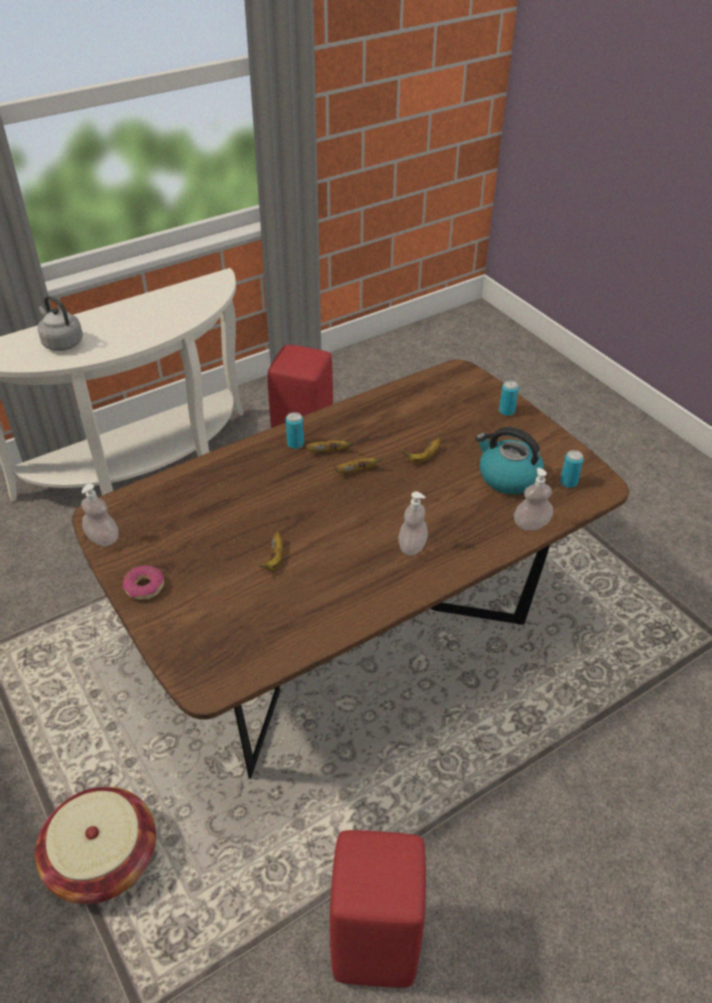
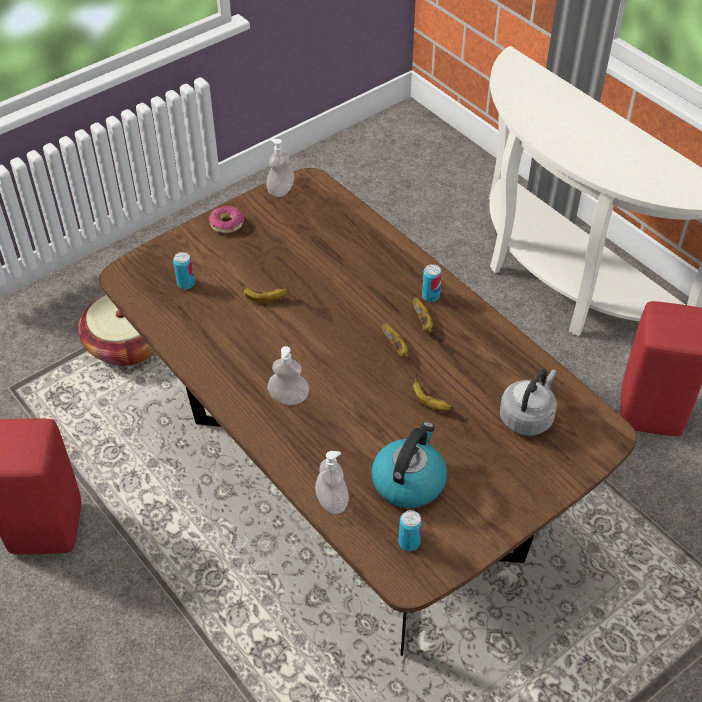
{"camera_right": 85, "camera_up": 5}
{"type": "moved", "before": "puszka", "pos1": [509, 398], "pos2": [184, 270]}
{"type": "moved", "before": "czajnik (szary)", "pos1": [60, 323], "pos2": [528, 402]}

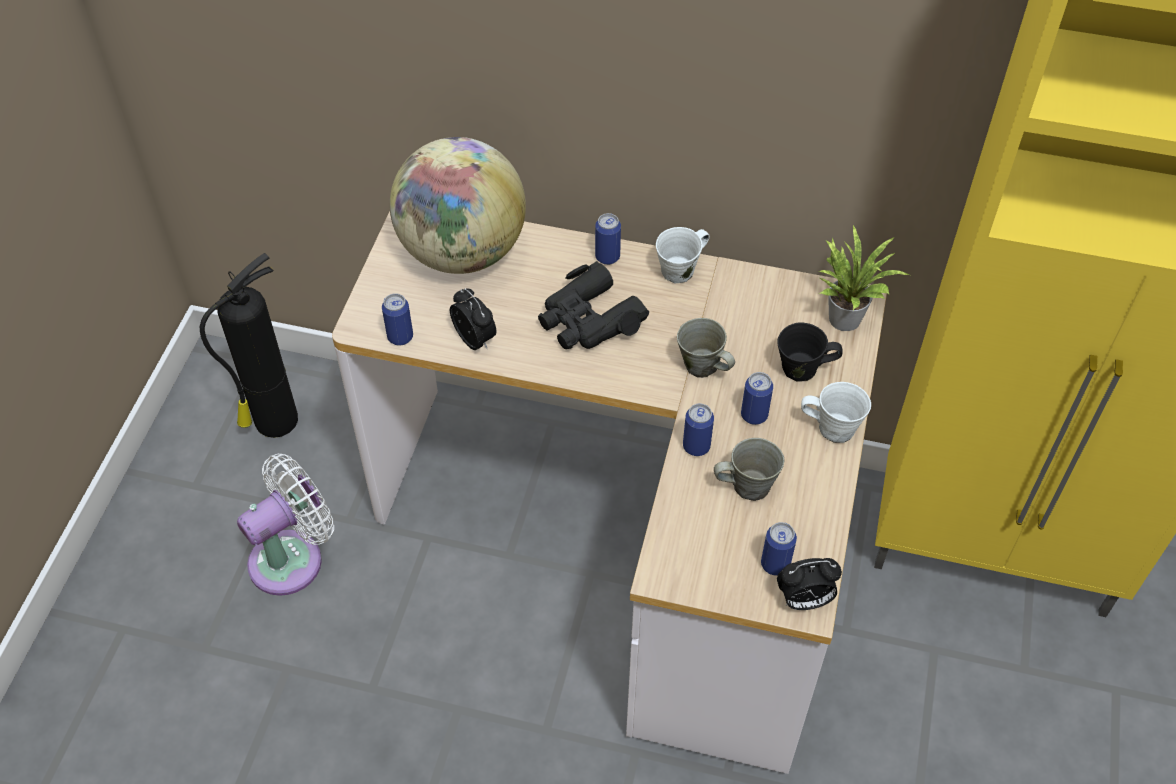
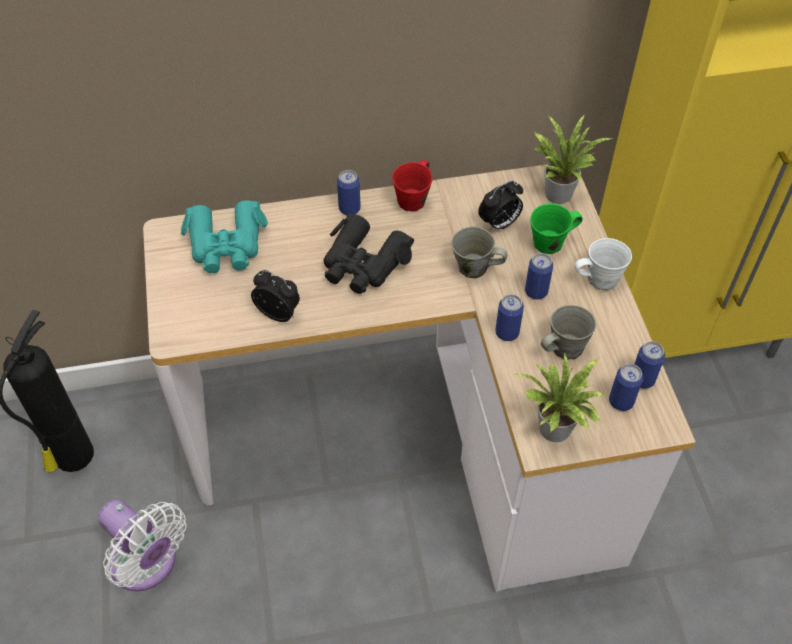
{"camera_right": -25, "camera_up": 0}
{"type": "turned", "before": "wentylator (biały)", "pos1": [285, 525], "pos2": [142, 545], "turn": 105}
{"type": "replaced", "before": "globus", "after": "lornetka (turkusowy)", "pos1": [458, 205], "pos2": [224, 236]}
{"type": "recoloured", "before": "kubek (biały)", "after": "kubek (czerwony)", "pos1": [683, 255], "pos2": [412, 186]}
{"type": "moved", "before": "budzik", "pos1": [809, 584], "pos2": [500, 206]}
{"type": "added", "after": "roślina doniczkowa", "pos2": [559, 397]}
{"type": "recoloured", "before": "kubek (czarny)", "after": "kubek (zielony)", "pos1": [810, 352], "pos2": [556, 229]}
{"type": "moved", "before": "puszka", "pos1": [397, 319], "pos2": [650, 365]}

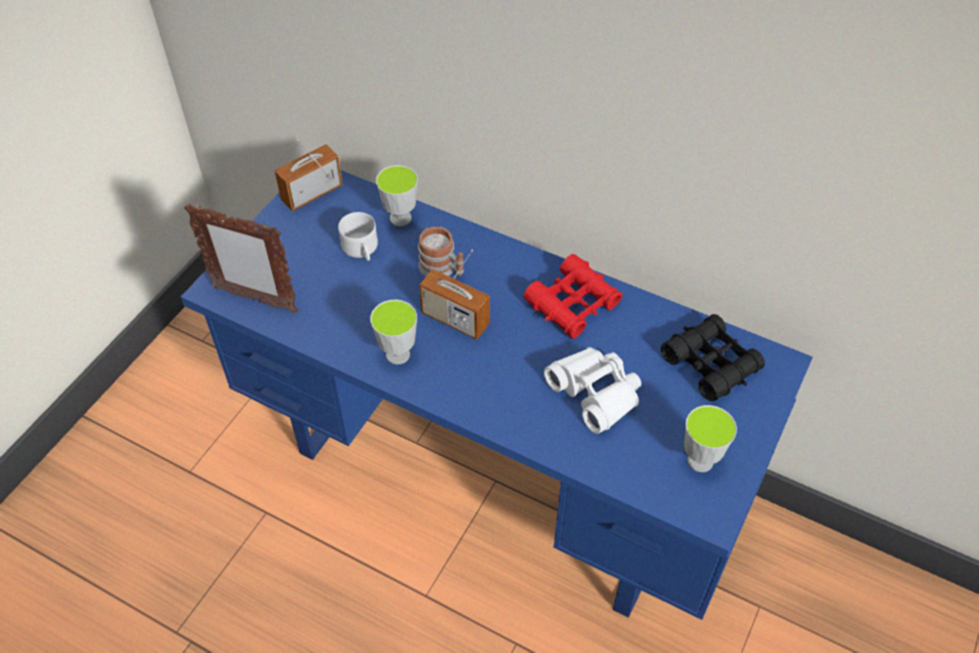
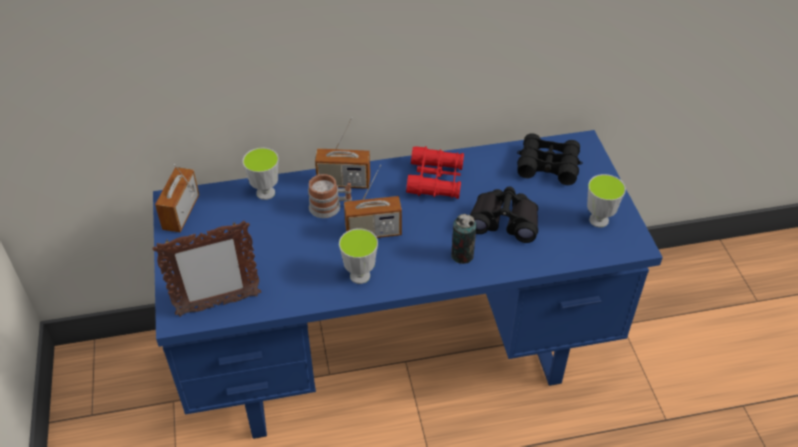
{"camera_right": -40, "camera_up": -5}
{"type": "added", "after": "radio", "pos2": [342, 153]}
{"type": "added", "after": "puszka", "pos2": [464, 239]}
{"type": "recoloured", "before": "lornetka (biały)", "after": "lornetka (czarny)", "pos1": [592, 390], "pos2": [504, 214]}
{"type": "removed", "before": "kubek (biały)", "pos1": [358, 236]}

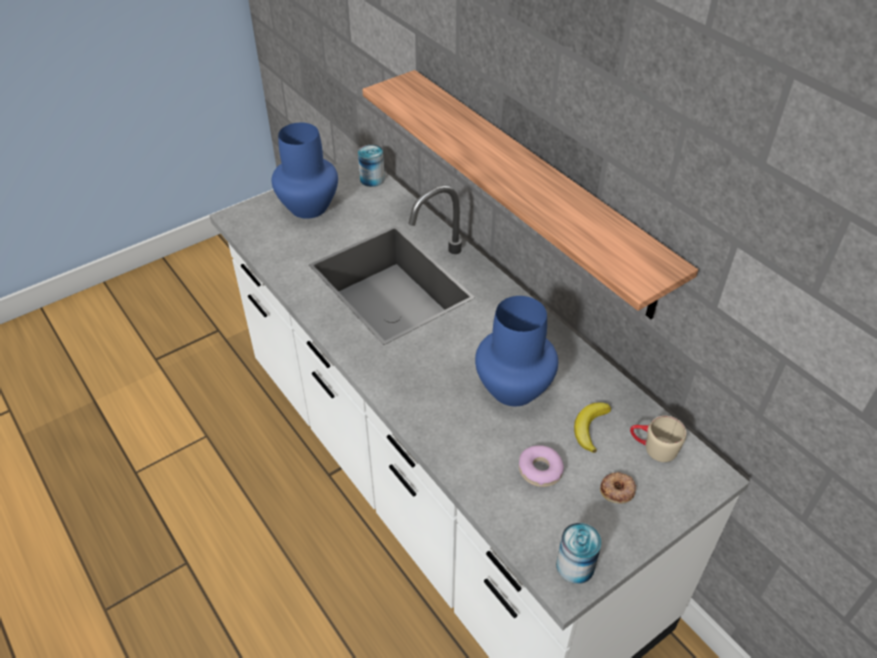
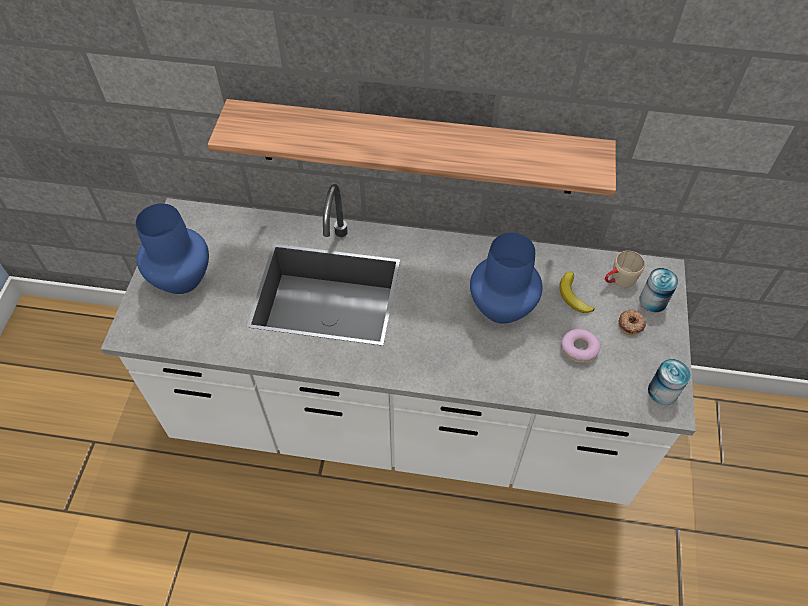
{"camera_right": -45, "camera_up": 10}
{"type": "moved", "before": "puszka", "pos1": [371, 166], "pos2": [658, 290]}

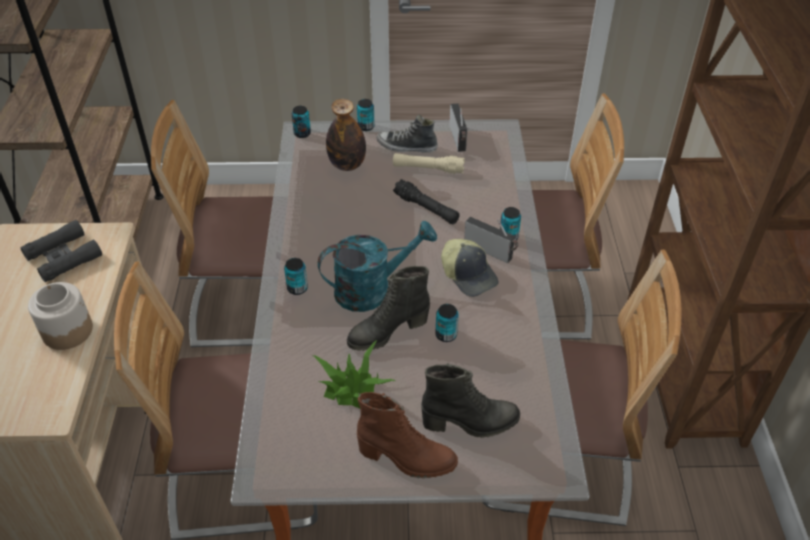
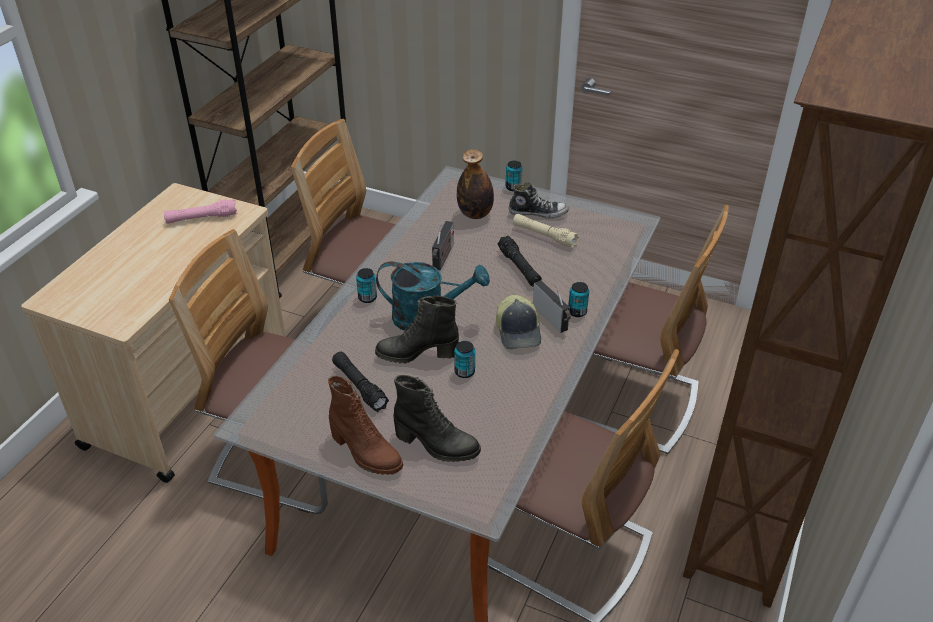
{"camera_right": 25, "camera_up": -5}
{"type": "replaced", "before": "lornetka (czarny)", "after": "latarka (różowy)", "pos1": [61, 251], "pos2": [201, 211]}
{"type": "replaced", "before": "roślina doniczkowa", "after": "latarka (czarny)", "pos1": [354, 374], "pos2": [360, 382]}
{"type": "moved", "before": "radio", "pos1": [458, 128], "pos2": [443, 245]}
{"type": "turned", "before": "but", "pos1": [407, 134], "pos2": [539, 200], "turn": 150}
{"type": "removed", "before": "słoik", "pos1": [60, 316]}
{"type": "removed", "before": "puszka", "pos1": [301, 122]}

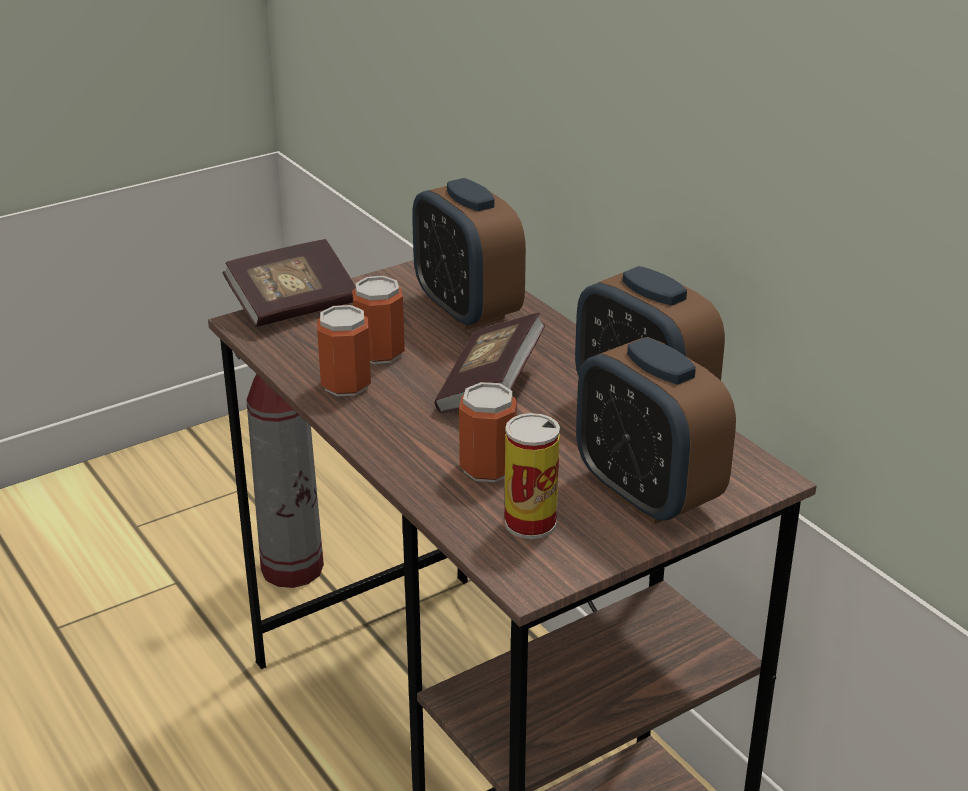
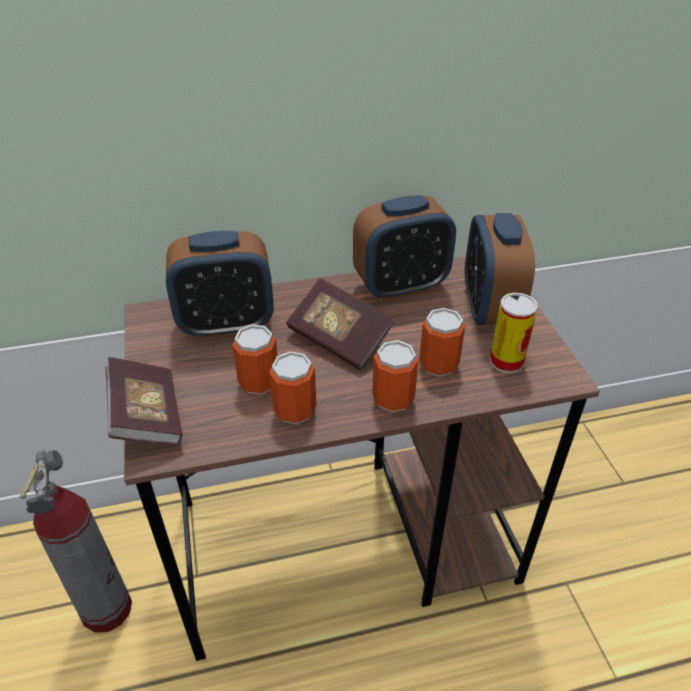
{"camera_right": -70, "camera_up": 10}
{"type": "added", "after": "puszka", "pos2": [395, 376]}
{"type": "turned", "before": "budzik", "pos1": [656, 430], "pos2": [500, 269], "turn": 105}

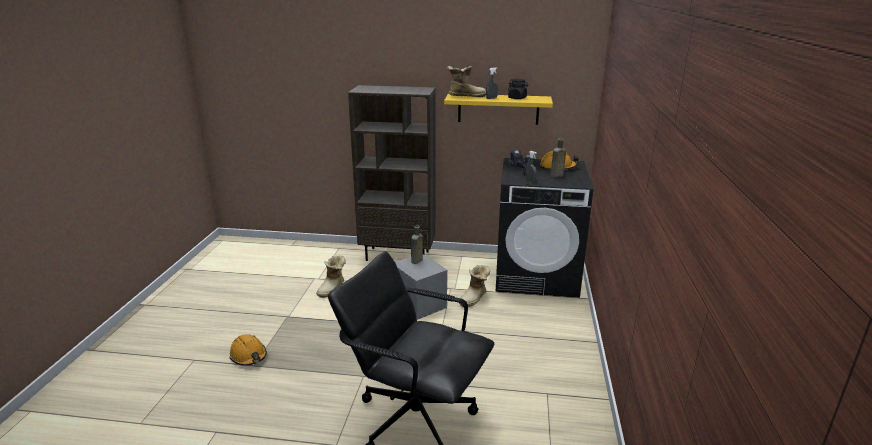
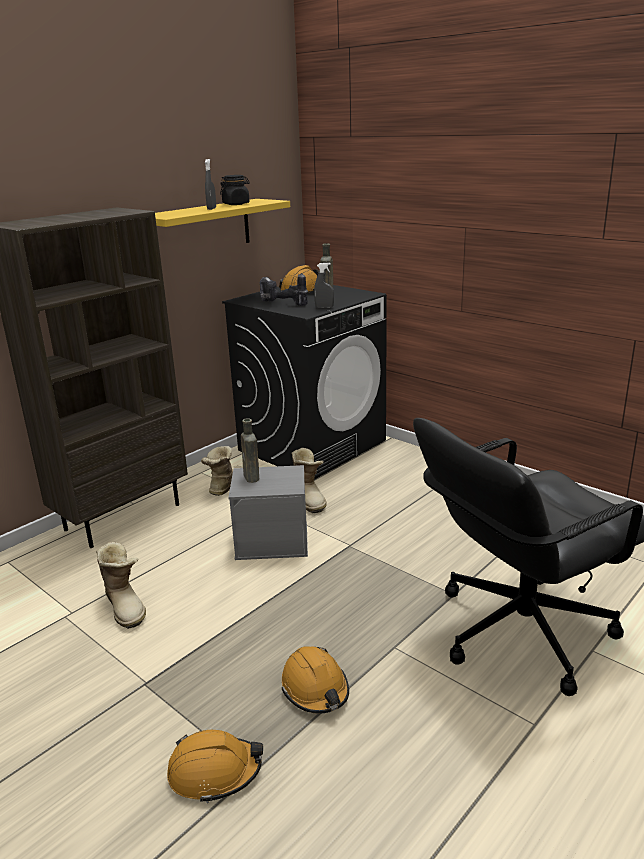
{"camera_right": -55, "camera_up": 0}
{"type": "moved", "before": "but z cholewką", "pos1": [466, 81], "pos2": [222, 471]}
{"type": "added", "after": "kask (pomarańczowy)", "pos2": [315, 680]}

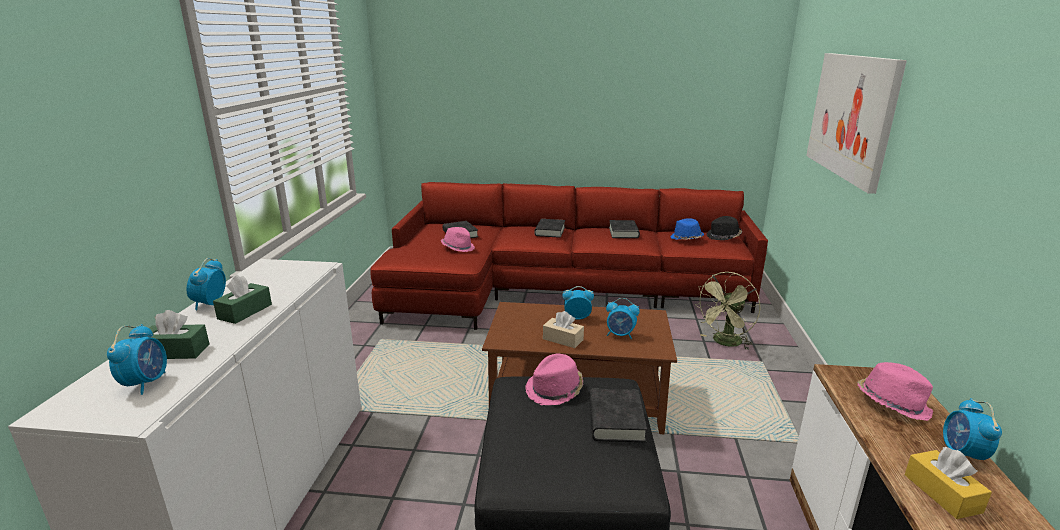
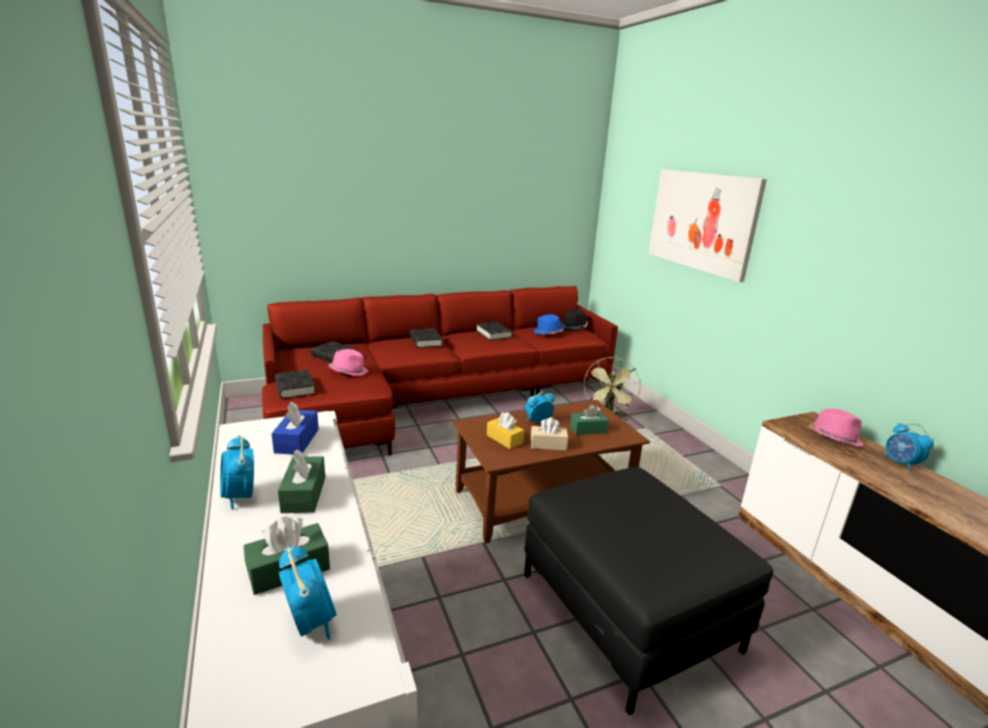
{"camera_right": -30, "camera_up": 0}
{"type": "added", "after": "pudełko chusteczek (niebieski)", "pos2": [295, 428]}
{"type": "moved", "before": "książka (czarny)", "pos1": [618, 415], "pos2": [295, 384]}
{"type": "moved", "before": "pudełko chusteczek (żółty)", "pos1": [948, 483], "pos2": [505, 430]}
{"type": "replaced", "before": "budzik", "after": "pudełko chusteczek (zielony)", "pos1": [623, 318], "pos2": [589, 420]}
{"type": "removed", "before": "kapelusz (różowy)", "pos1": [554, 379]}

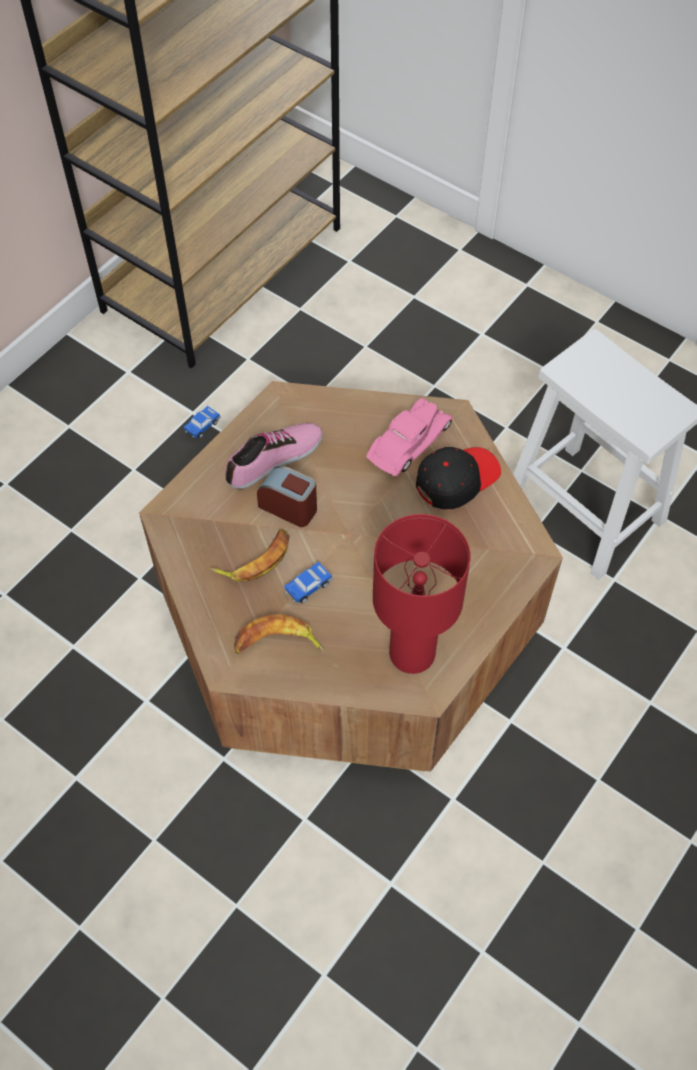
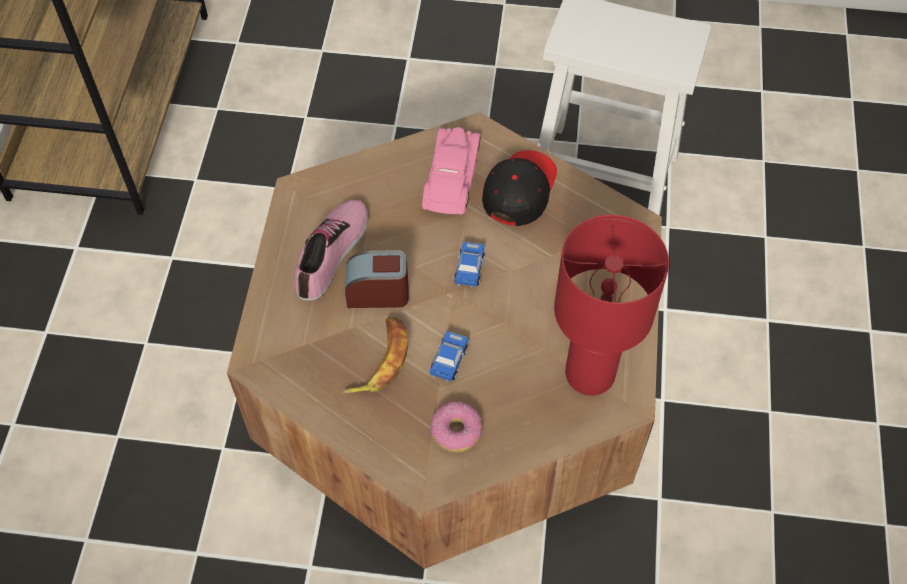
{"camera_right": -30, "camera_up": 0}
{"type": "replaced", "before": "banan", "after": "donut", "pos1": [279, 634], "pos2": [456, 427]}
{"type": "moved", "before": "samochodzik", "pos1": [202, 422], "pos2": [469, 265]}

